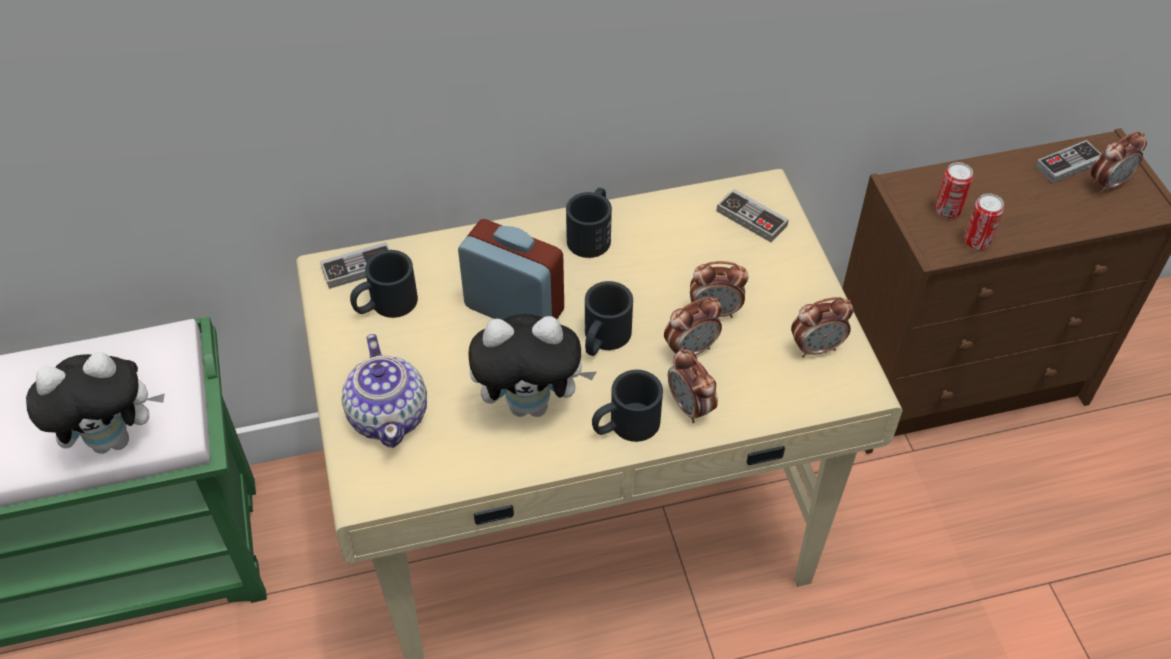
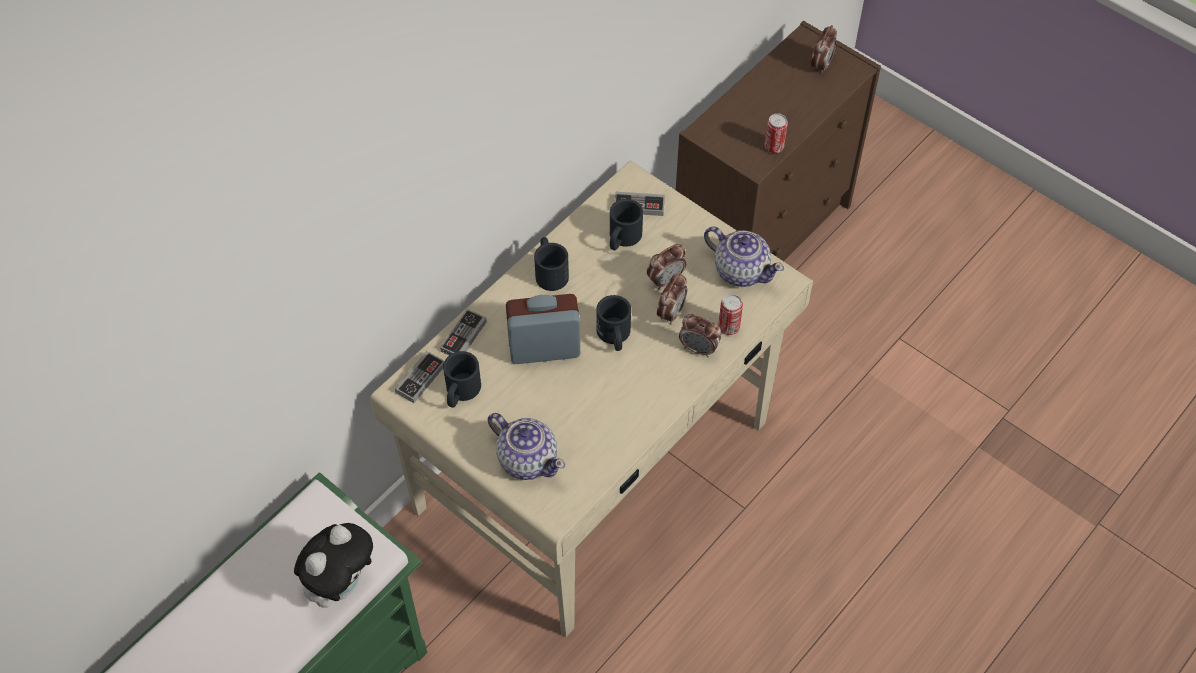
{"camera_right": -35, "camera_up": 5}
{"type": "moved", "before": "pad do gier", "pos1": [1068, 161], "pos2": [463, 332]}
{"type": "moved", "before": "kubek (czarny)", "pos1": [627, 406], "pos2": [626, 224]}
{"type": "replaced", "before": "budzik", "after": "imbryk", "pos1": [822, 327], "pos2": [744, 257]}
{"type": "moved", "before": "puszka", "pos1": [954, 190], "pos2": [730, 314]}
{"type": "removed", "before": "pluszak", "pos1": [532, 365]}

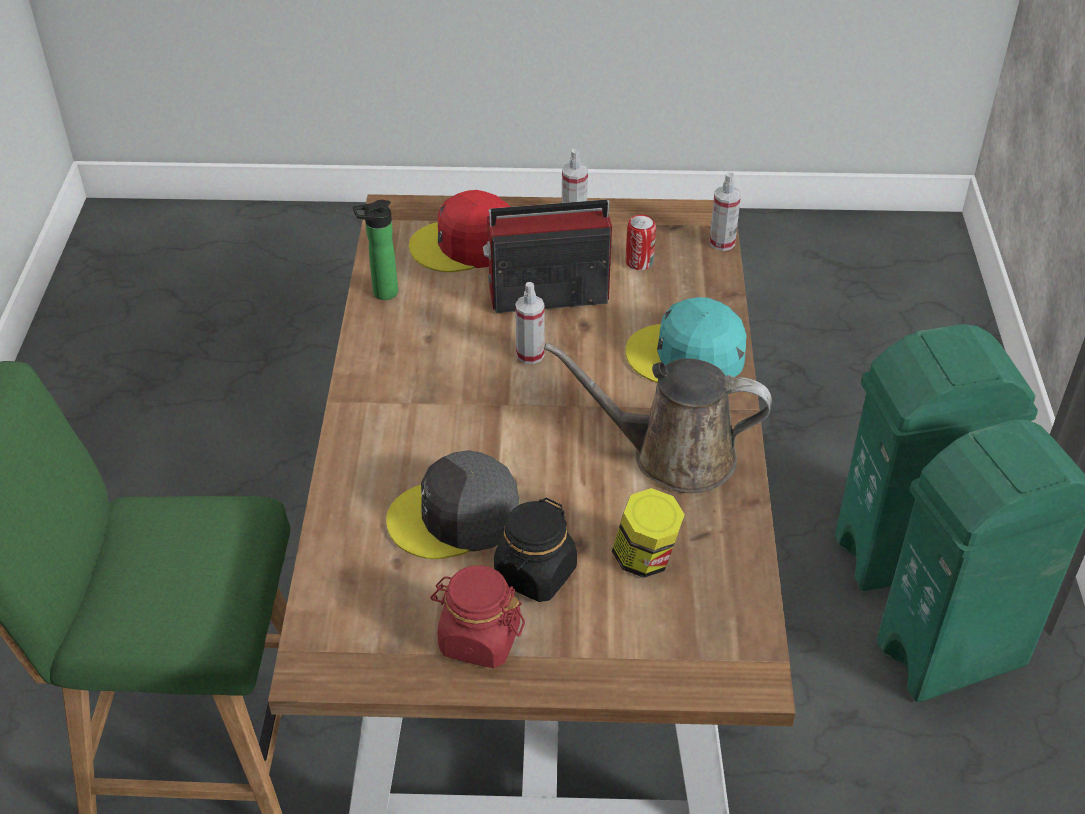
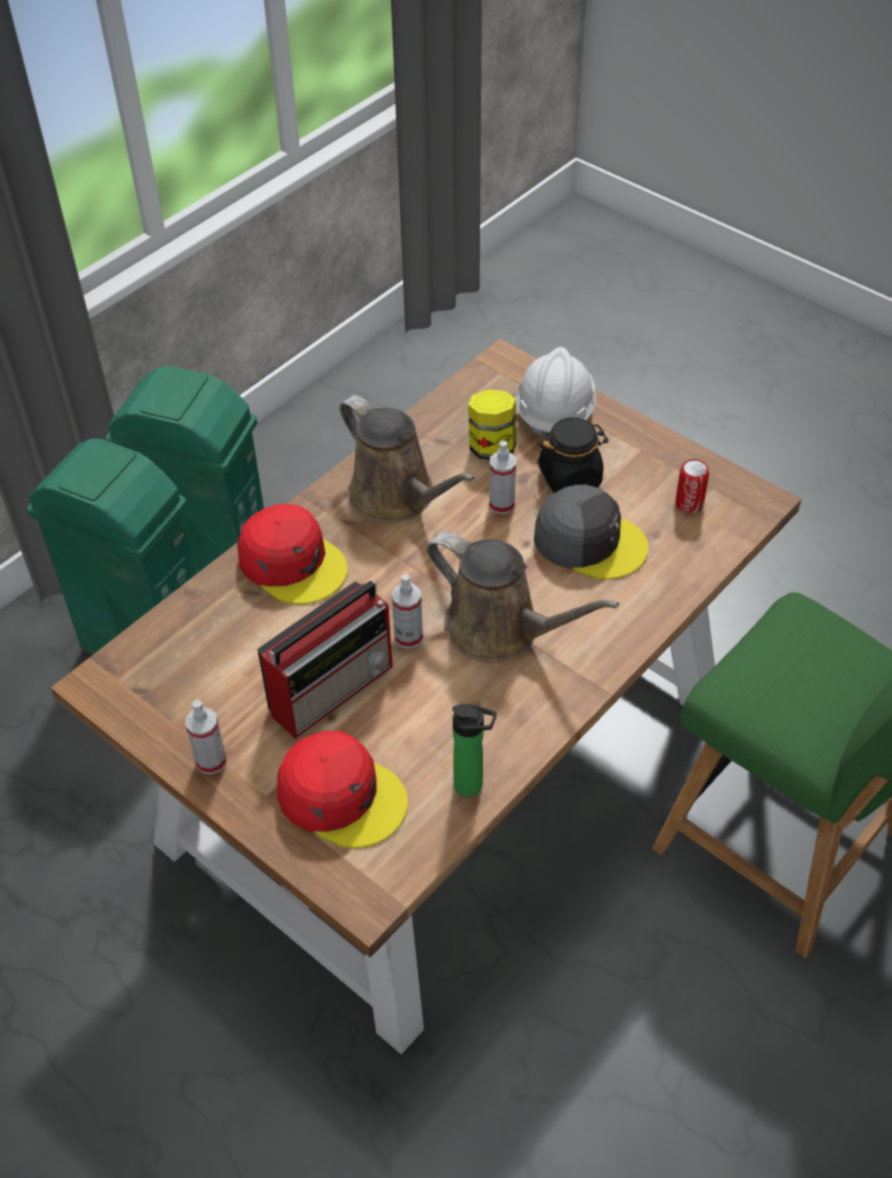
{"camera_right": -140, "camera_up": 5}
{"type": "recoloured", "before": "czapka z daszkiem (turkusowy)", "after": "czapka z daszkiem (czerwony)", "pos1": [686, 340], "pos2": [292, 554]}
{"type": "turned", "before": "radio", "pos1": [547, 256], "pos2": [325, 659], "turn": -75}
{"type": "added", "after": "konewka (brązowy)", "pos2": [522, 597]}
{"type": "moved", "before": "spryskiwacz", "pos1": [725, 211], "pos2": [502, 478]}
{"type": "added", "after": "kask (biały)", "pos2": [556, 394]}
{"type": "moved", "before": "puszka", "pos1": [641, 242], "pos2": [692, 486]}
{"type": "removed", "before": "słoik (czerwony)", "pos1": [477, 616]}

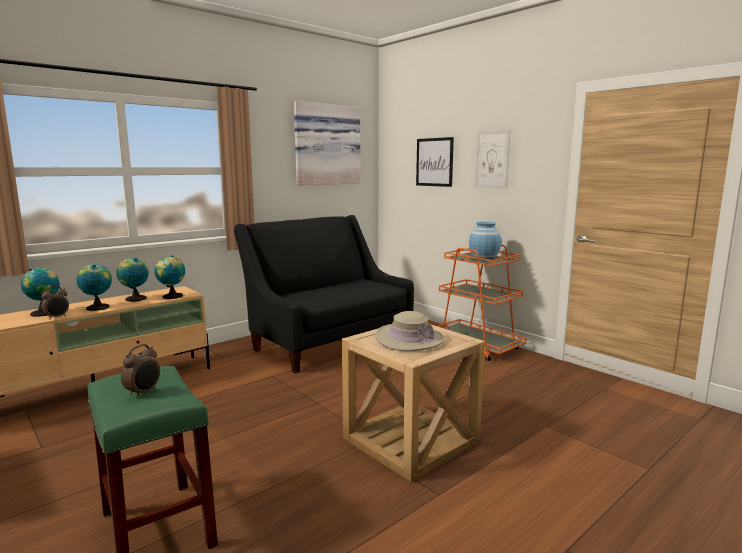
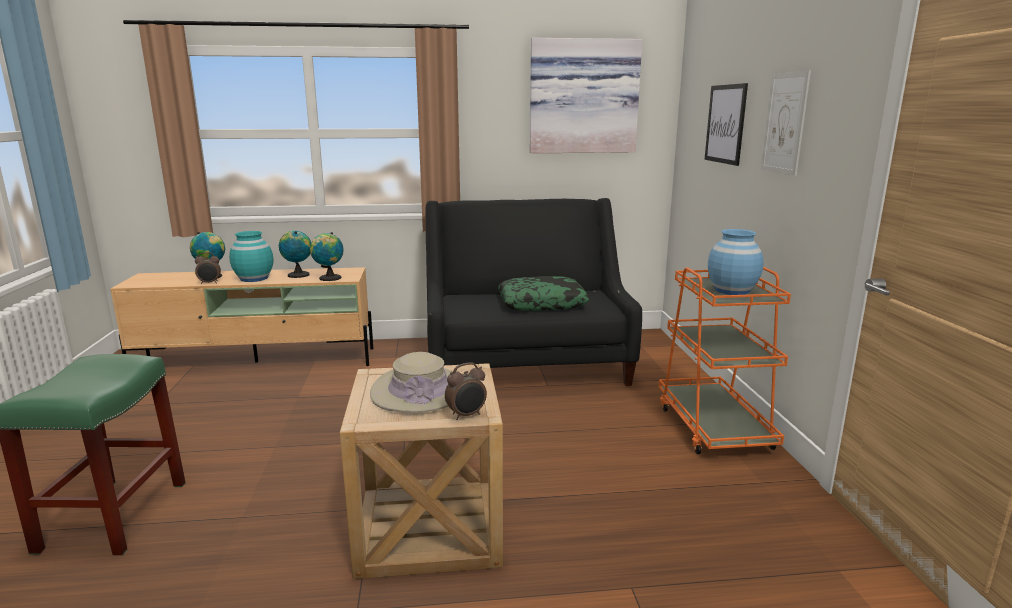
{"camera_right": 35, "camera_up": 5}
{"type": "replaced", "before": "globus", "after": "wazon (turkusowy)", "pos1": [94, 287], "pos2": [251, 256]}
{"type": "moved", "before": "budzik", "pos1": [140, 371], "pos2": [466, 391]}
{"type": "added", "after": "poduszka", "pos2": [543, 293]}

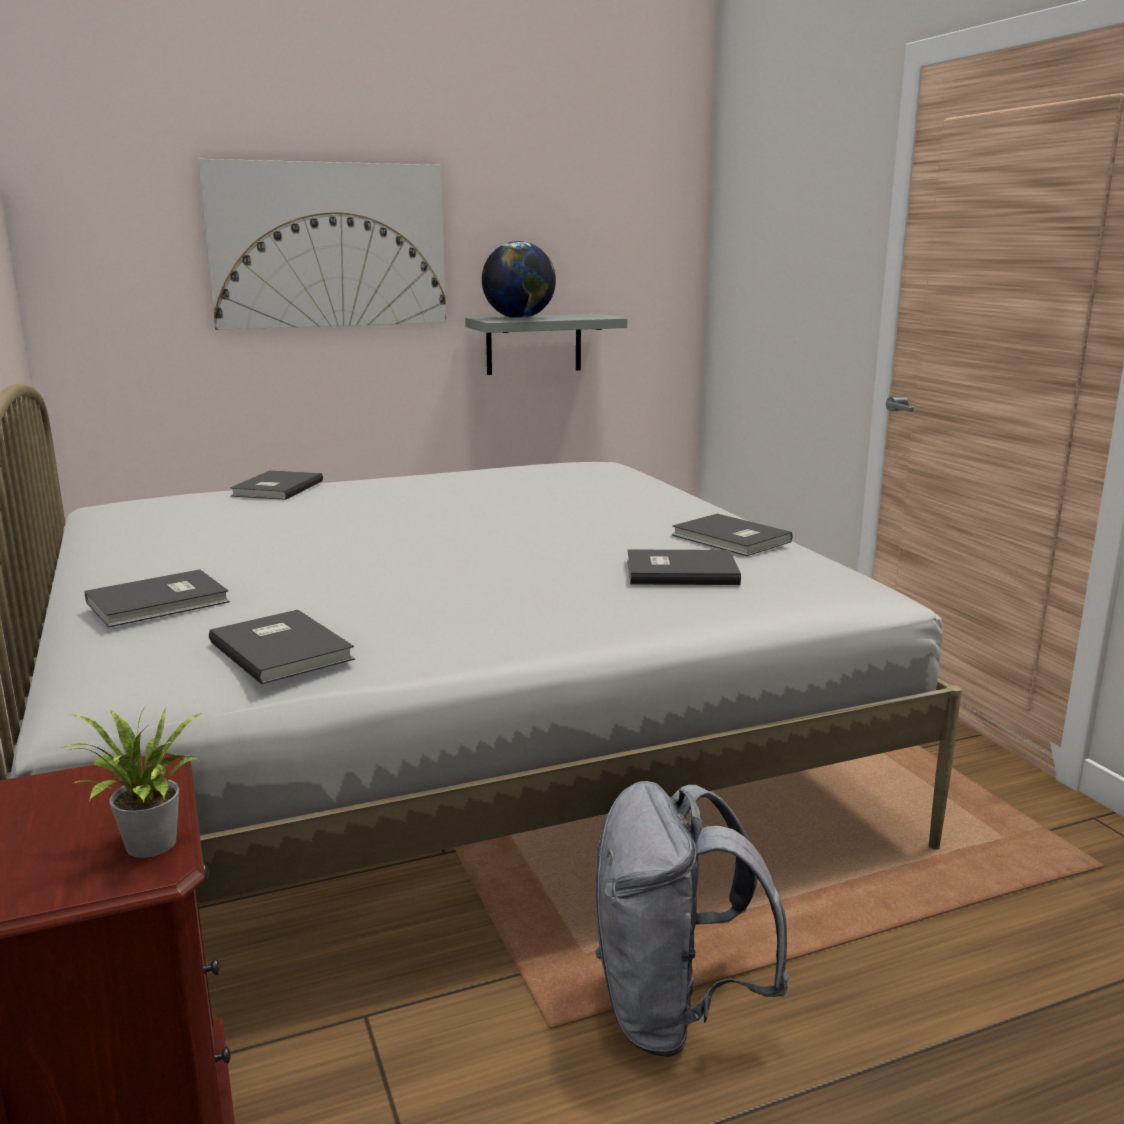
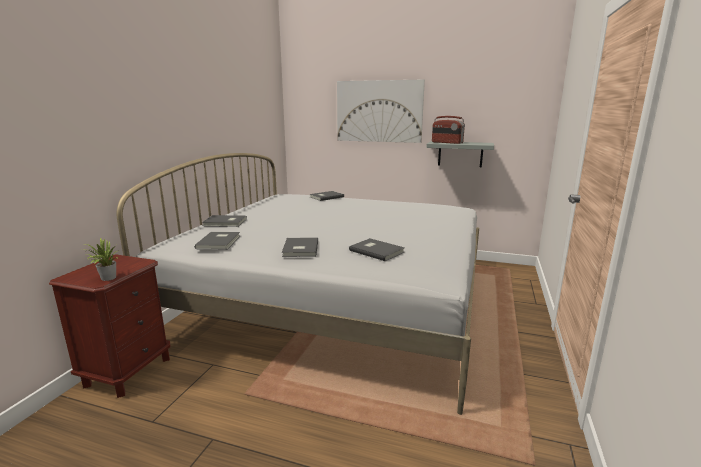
{"camera_right": 40, "camera_up": 0}
{"type": "moved", "before": "książka (szary)", "pos1": [732, 535], "pos2": [300, 247]}
{"type": "replaced", "before": "globus", "after": "radio", "pos1": [519, 280], "pos2": [448, 130]}
{"type": "removed", "before": "plecak (szary)", "pos1": [692, 919]}

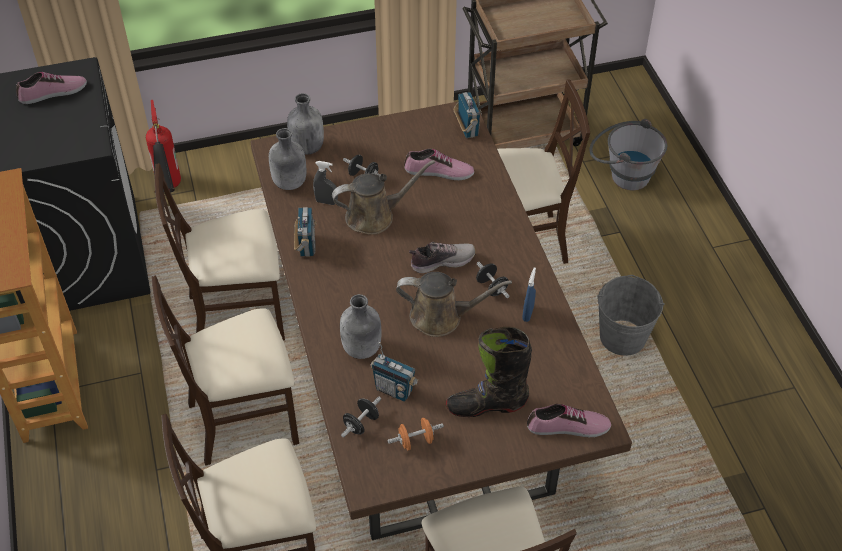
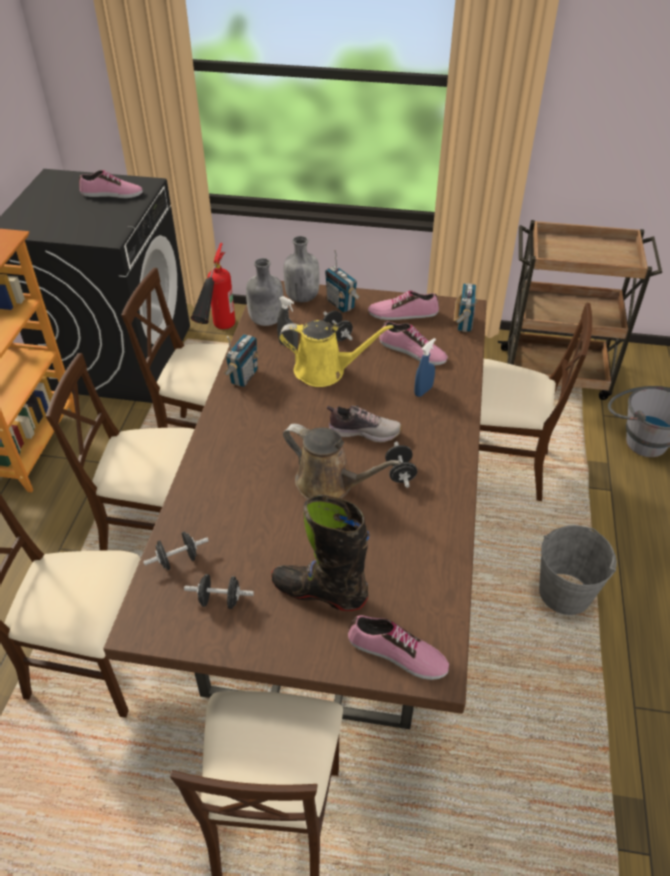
{"camera_right": 25, "camera_up": -5}
{"type": "recoloured", "before": "hantel (pomarańczowy)", "after": "hantel (czarny)", "pos1": [415, 434], "pos2": [219, 591]}
{"type": "recoloured", "before": "konewka (brązowy)", "after": "konewka (żółty)", "pos1": [383, 197], "pos2": [336, 353]}
{"type": "moved", "before": "radio", "pos1": [394, 372], "pos2": [342, 281]}
{"type": "added", "after": "but", "pos2": [403, 305]}
{"type": "moved", "before": "spryskiwacz (niebieski)", "pos1": [529, 294], "pos2": [425, 367]}
{"type": "removed", "before": "butelka (szary)", "pos1": [360, 326]}

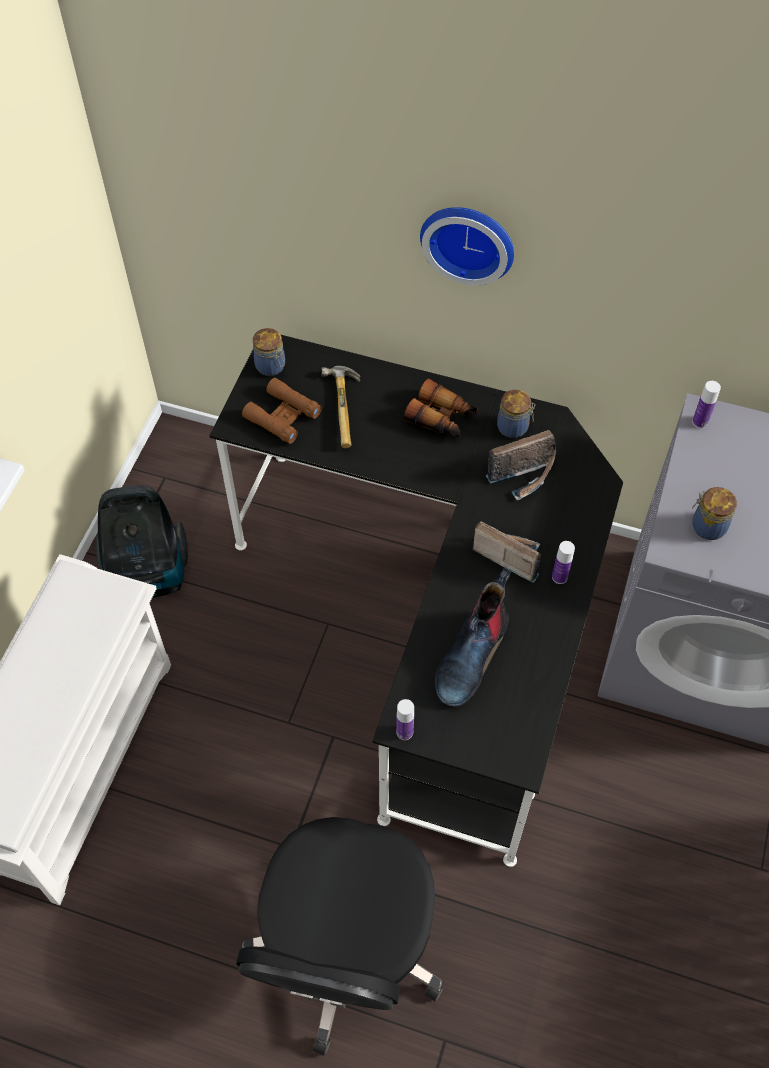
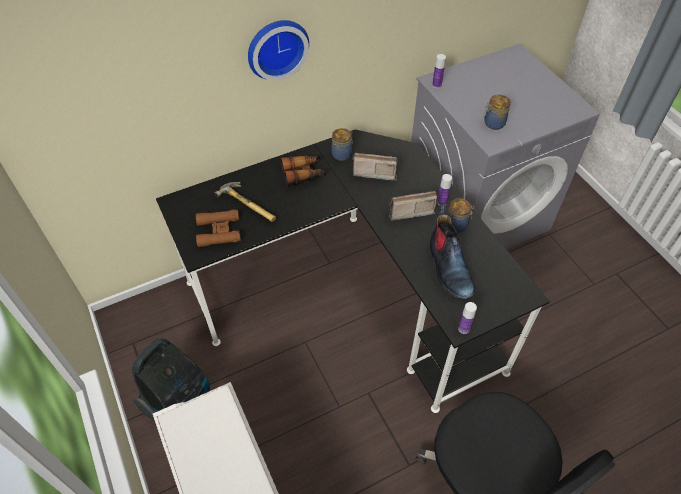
{"camera_right": -45, "camera_up": -5}
{"type": "turned", "before": "radio", "pos1": [521, 465], "pos2": [375, 166], "turn": -105}
{"type": "moved", "before": "słoik", "pos1": [269, 352], "pos2": [460, 215]}

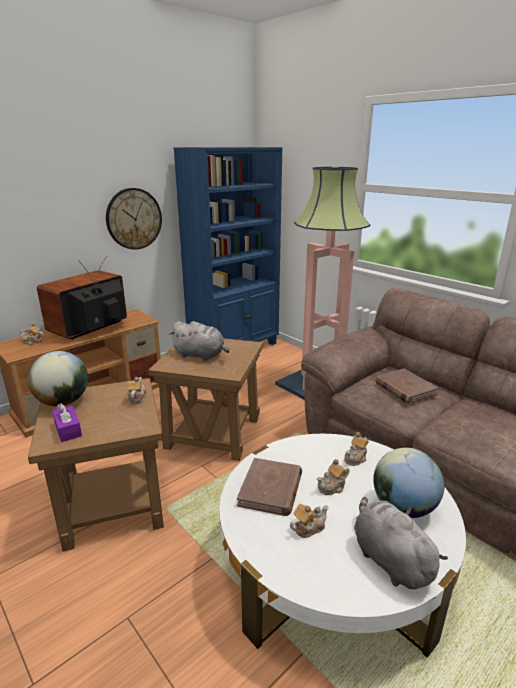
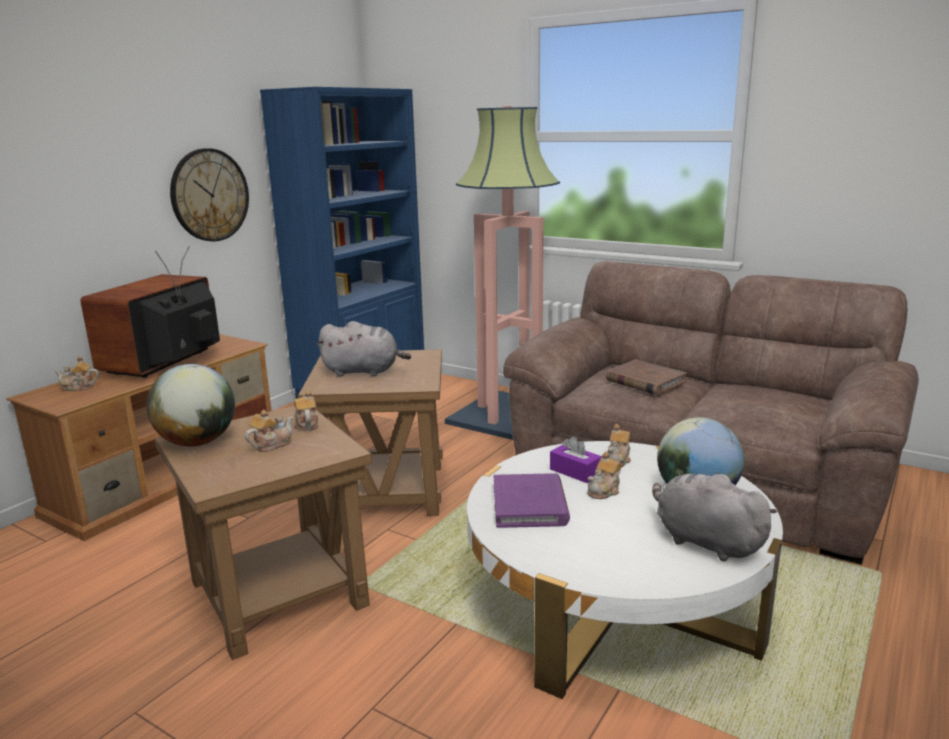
{"camera_right": -15, "camera_up": -5}
{"type": "moved", "before": "imbryk", "pos1": [309, 521], "pos2": [269, 431]}
{"type": "recoloured", "before": "książka (brązowy)", "after": "książka (fioletowy)", "pos1": [269, 487], "pos2": [532, 500]}
{"type": "moved", "before": "pudełko chusteczek (fioletowy)", "pos1": [67, 422], "pos2": [576, 459]}

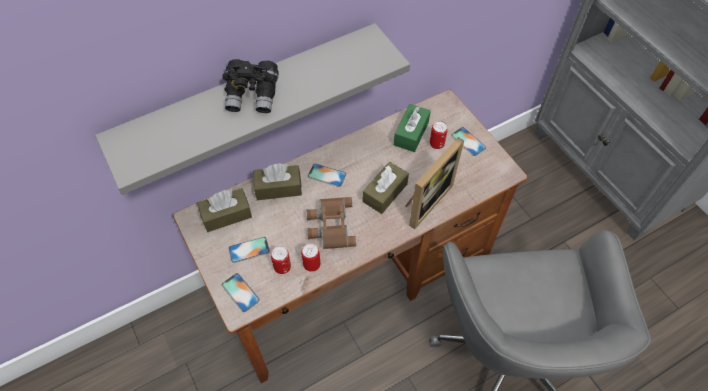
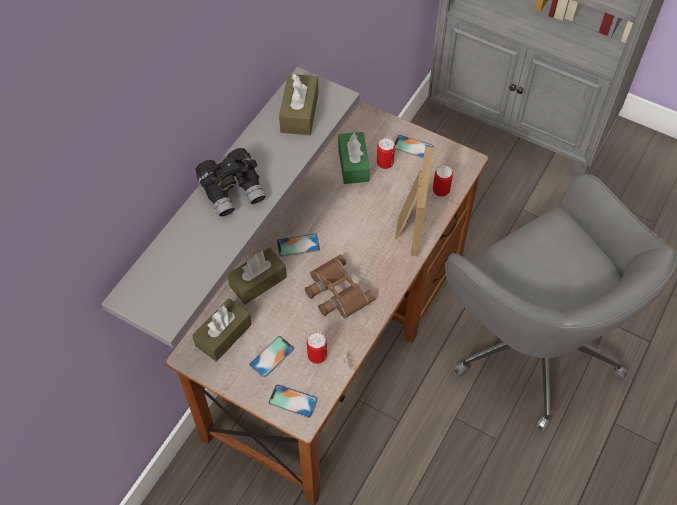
{"camera_right": -30, "camera_up": 0}
{"type": "moved", "before": "pudełko chusteczek (brązowy)", "pos1": [386, 188], "pos2": [298, 105]}
{"type": "moved", "before": "puszka", "pos1": [310, 257], "pos2": [443, 181]}

